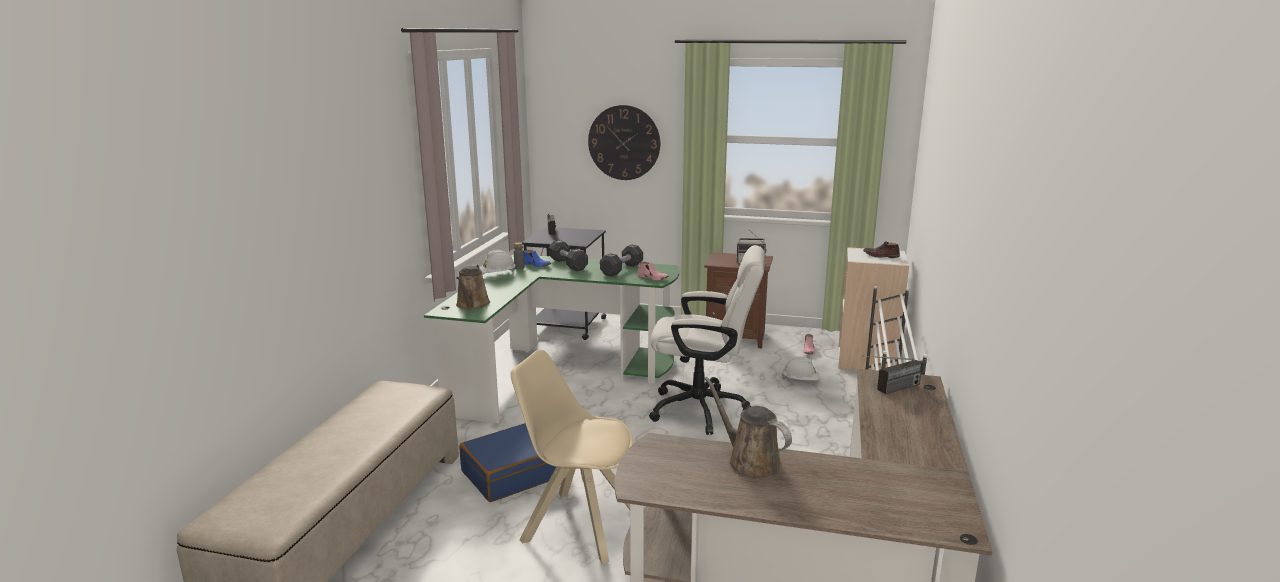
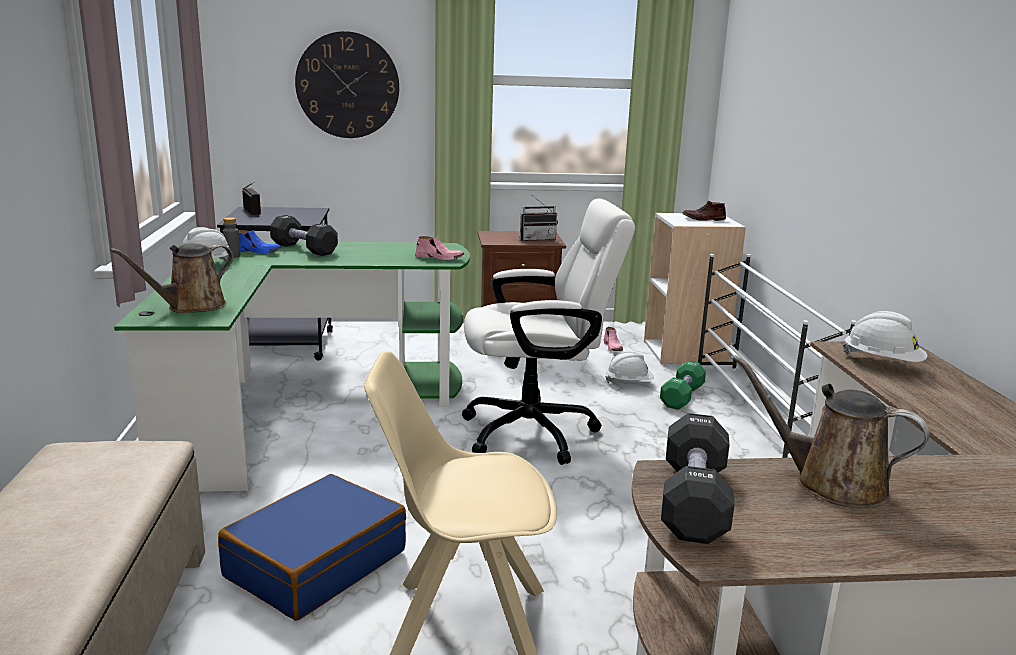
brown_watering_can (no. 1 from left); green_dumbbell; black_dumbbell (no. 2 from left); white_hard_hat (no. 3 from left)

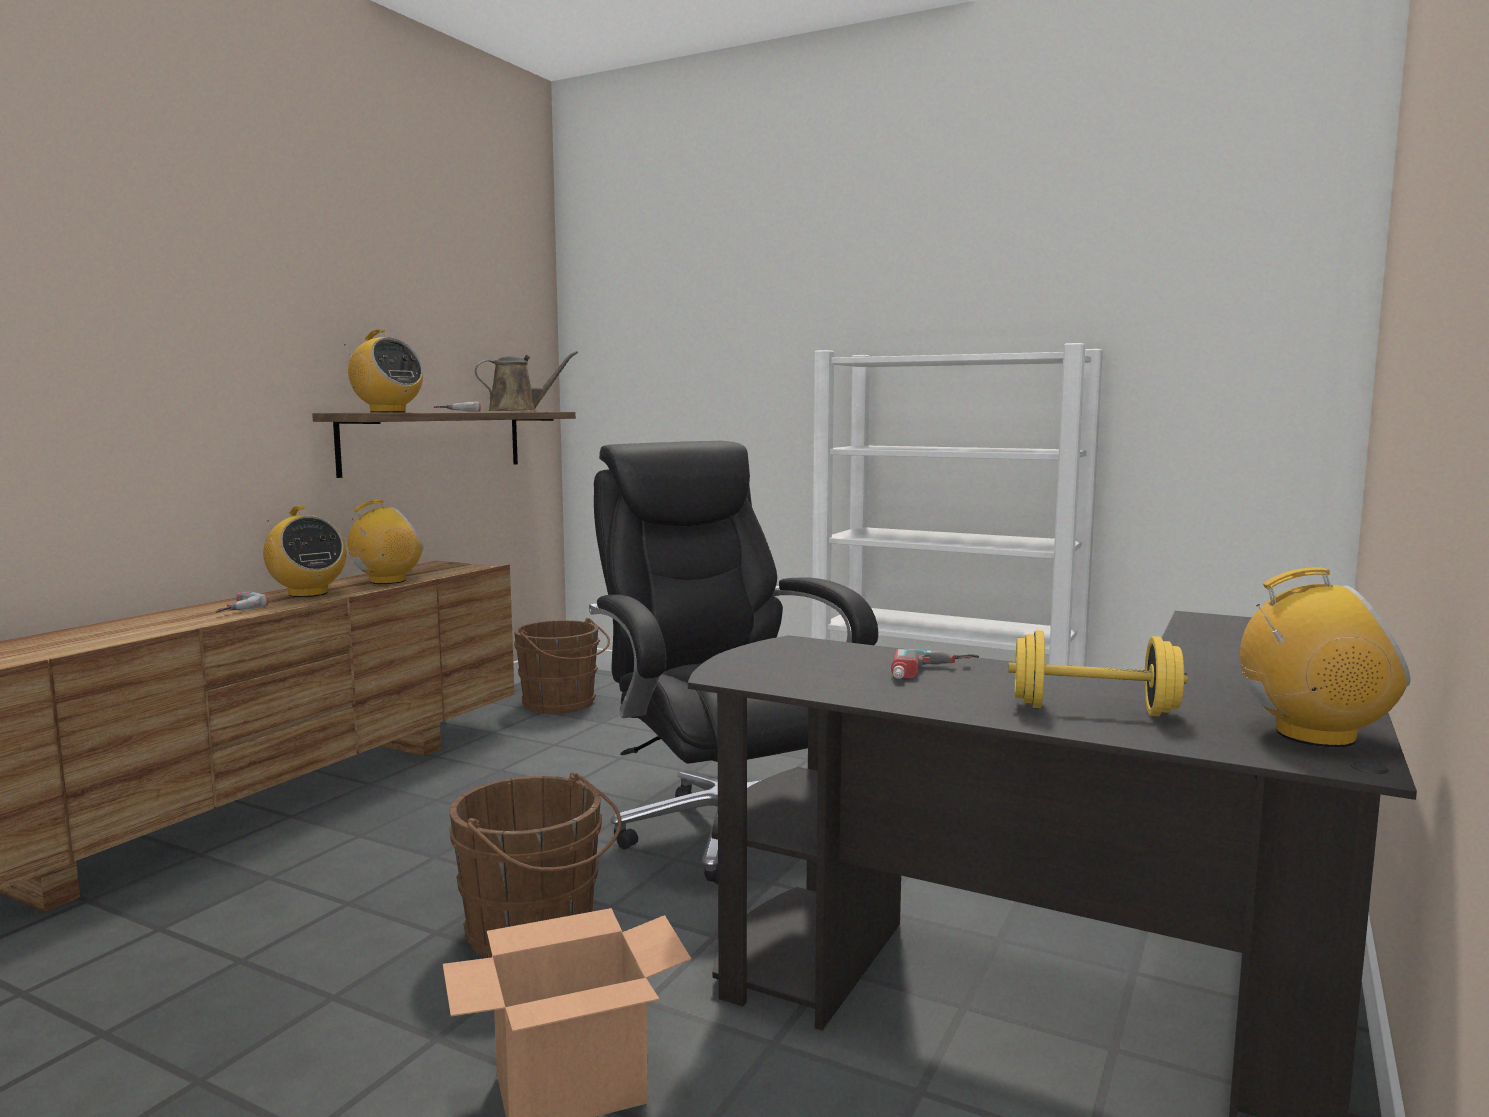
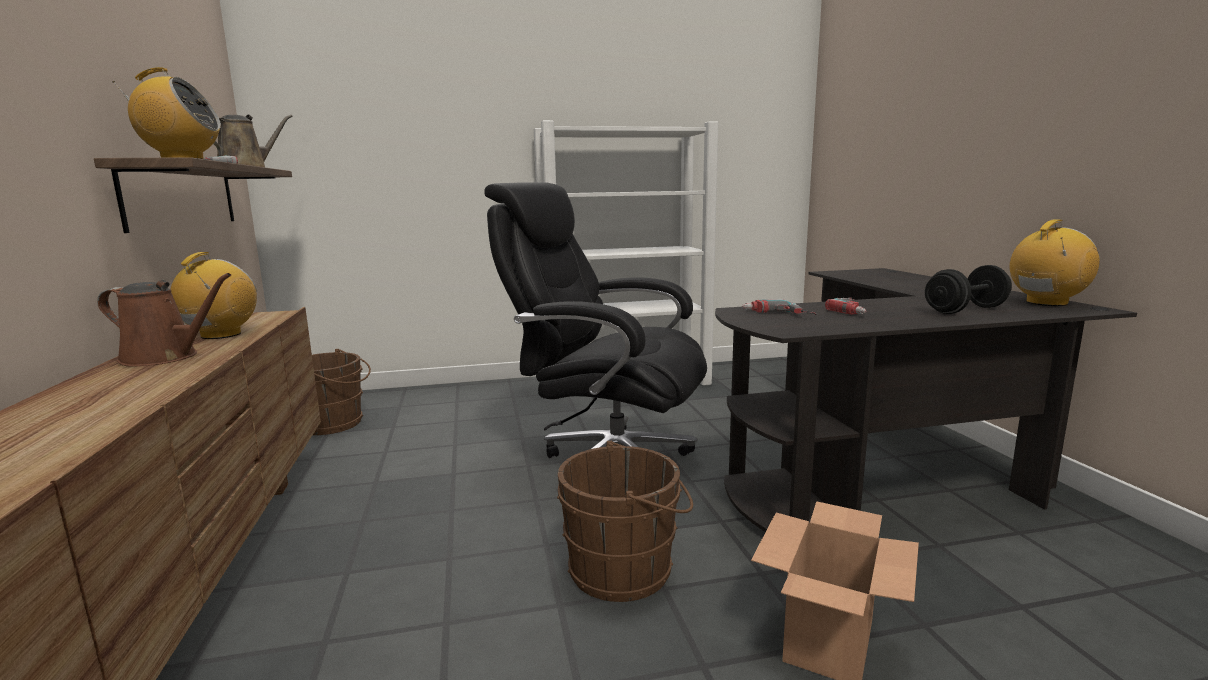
brown_watering_can (no. 1 from left); power_drill (no. 2 from left); black_dumbbell

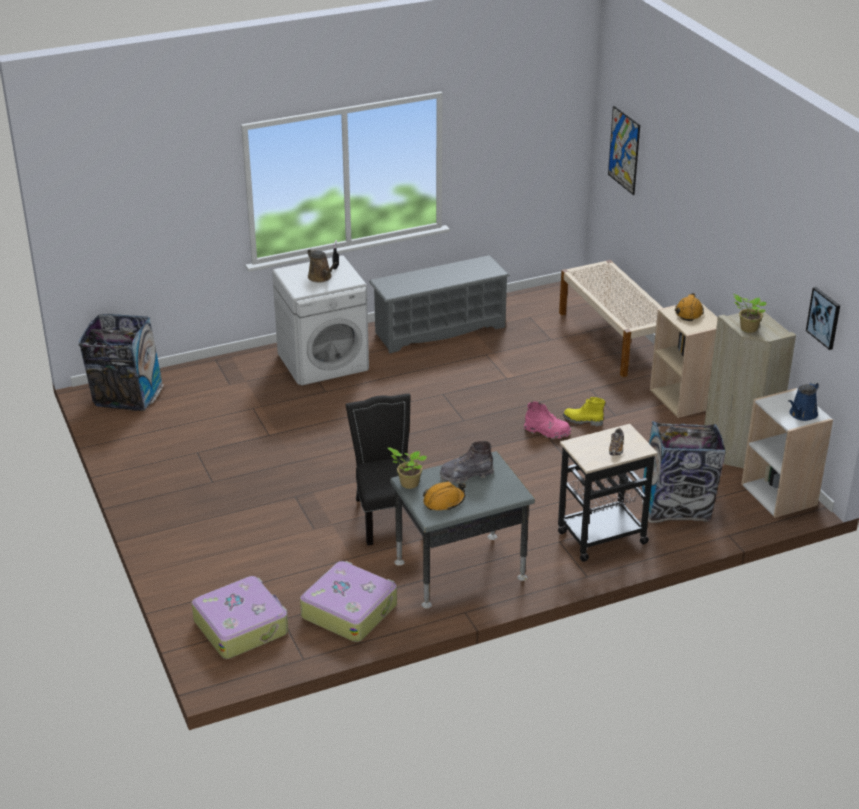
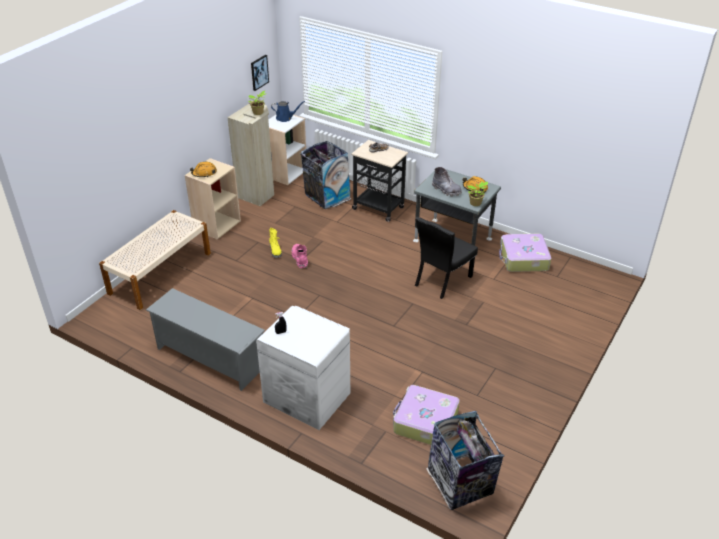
suitcase (no. 1 from left); brown_watering_can; picture (no. 1 from left in the first image)

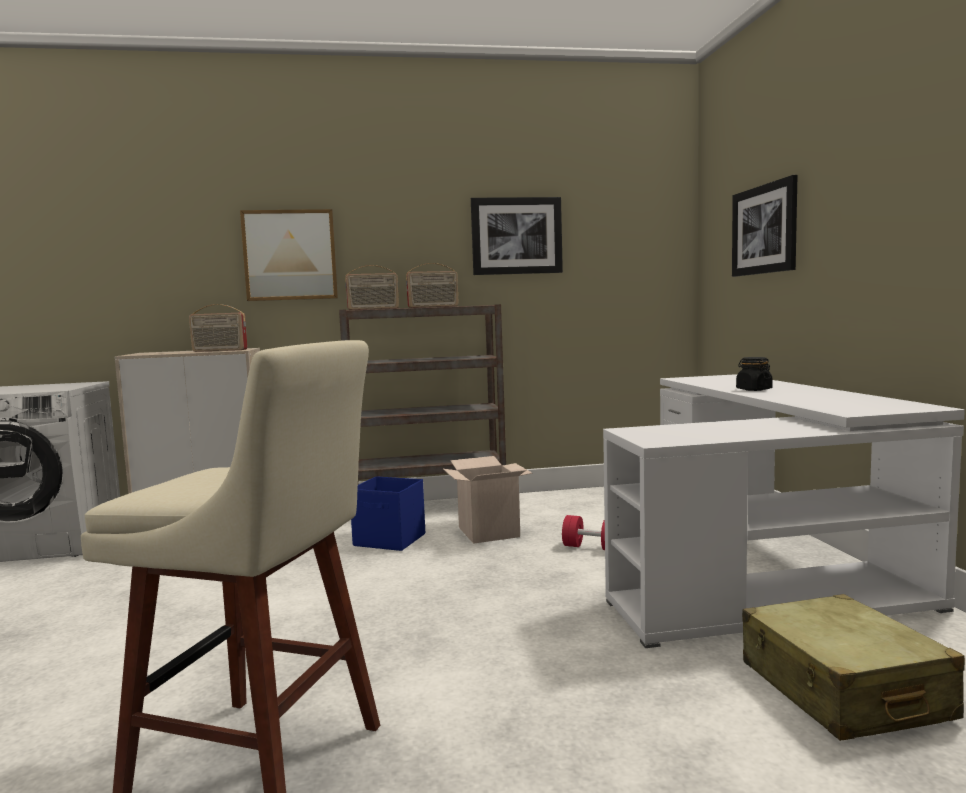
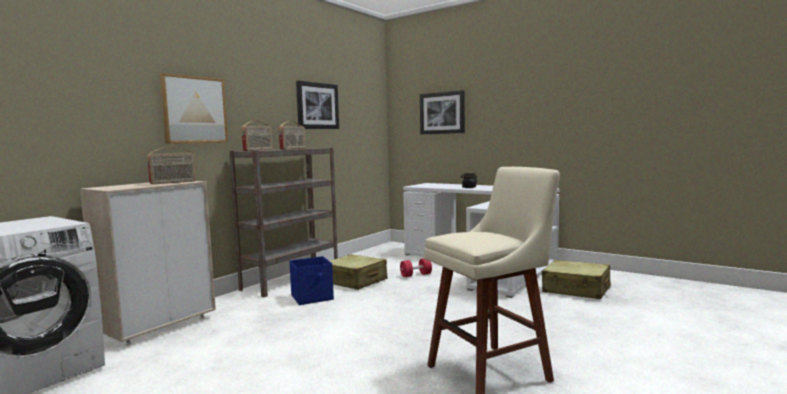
beige_suitcase (no. 1 from left)

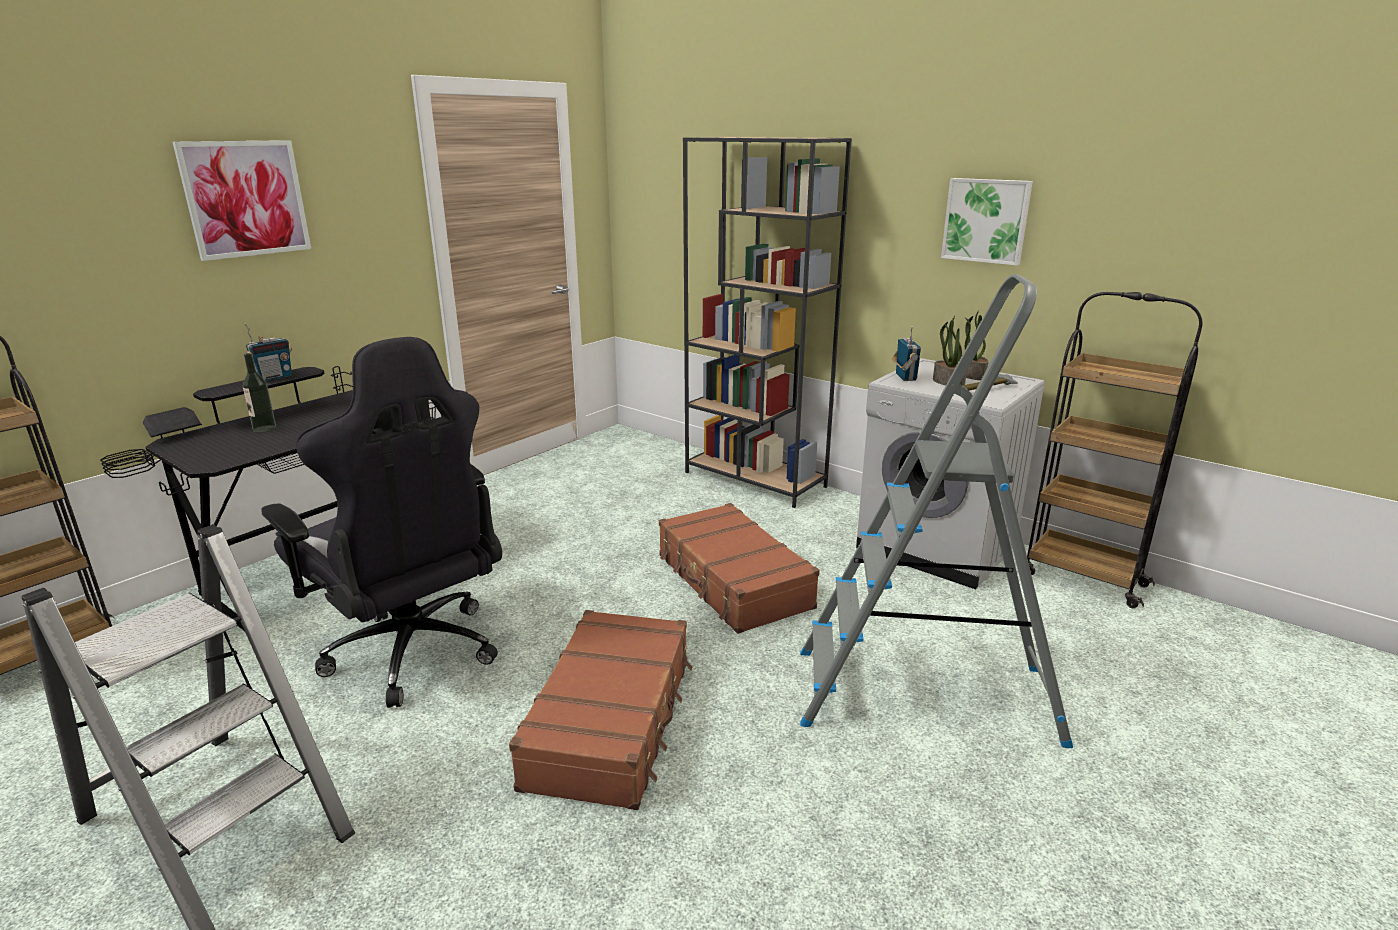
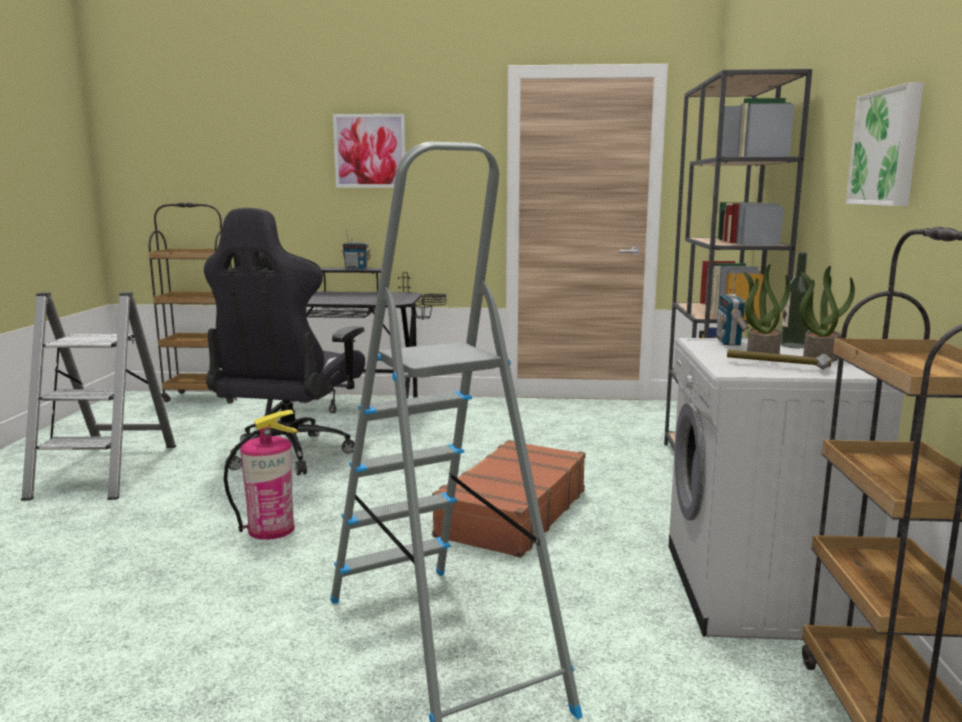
fire_extinguisher; radio (no. 2 from left); bottle

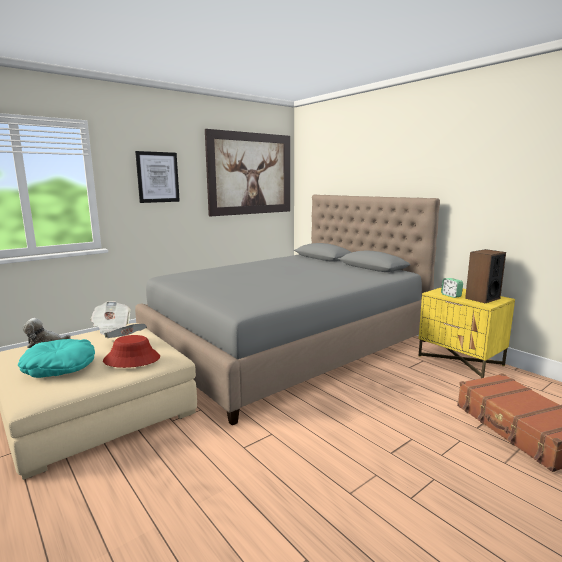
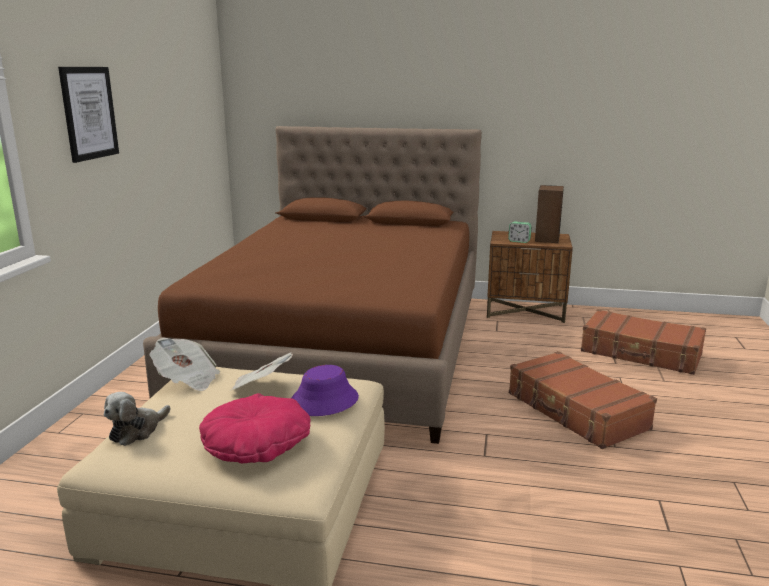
brown_bed; pink_pillow; purple_hat; brown_nightstand; brown_suitcase (no. 1 from left); picture (no. 2 from left in the first image)

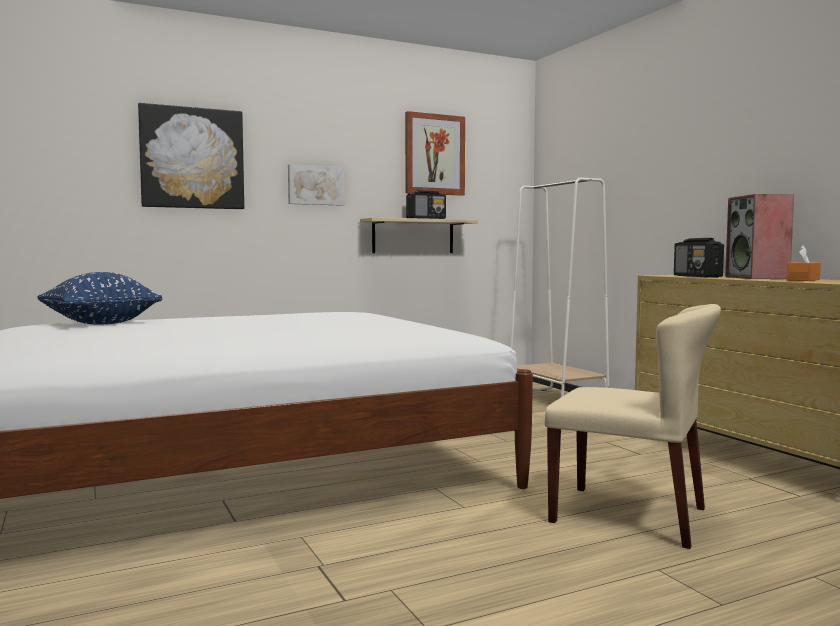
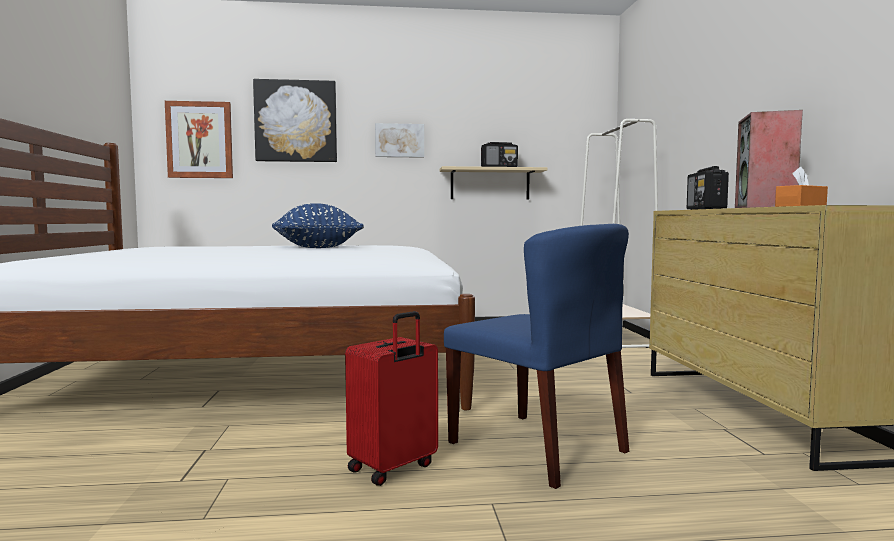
picture (no. 1 from left); blue_pillow; red_suitcase; blue_chair

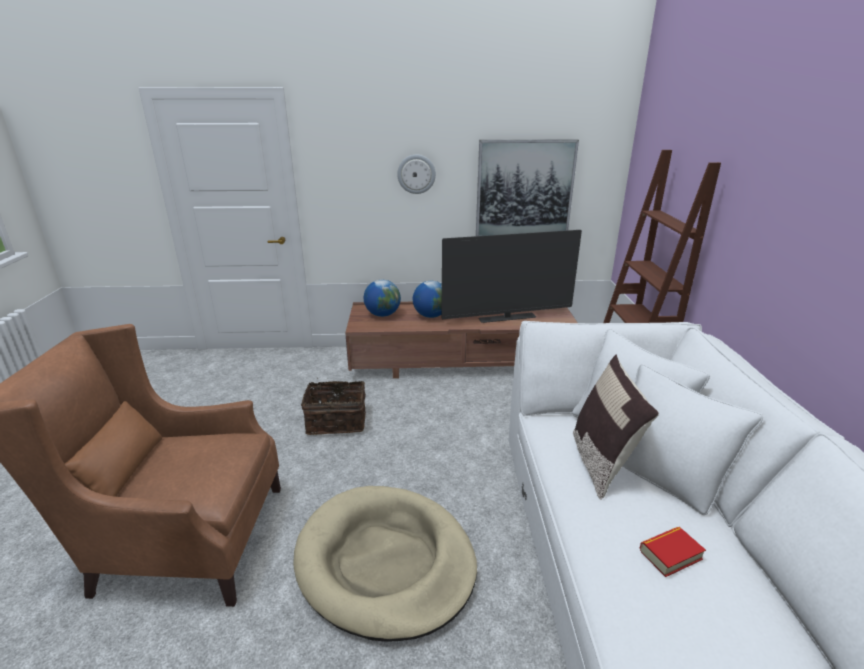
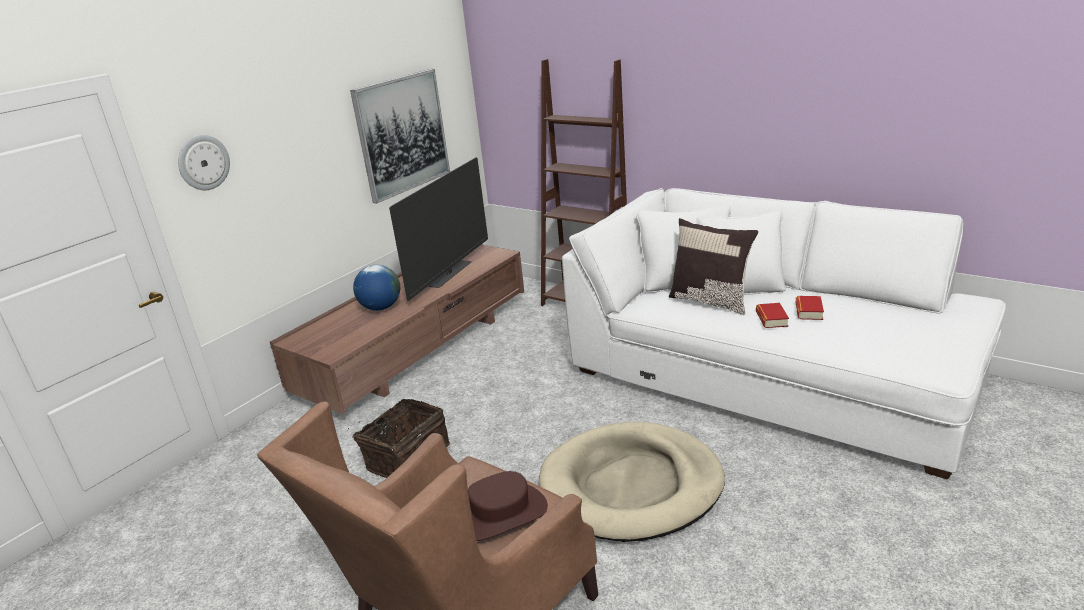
wall_clock; brown_hat; book (no. 1 from left); globe (no. 1 from left in the first image)

